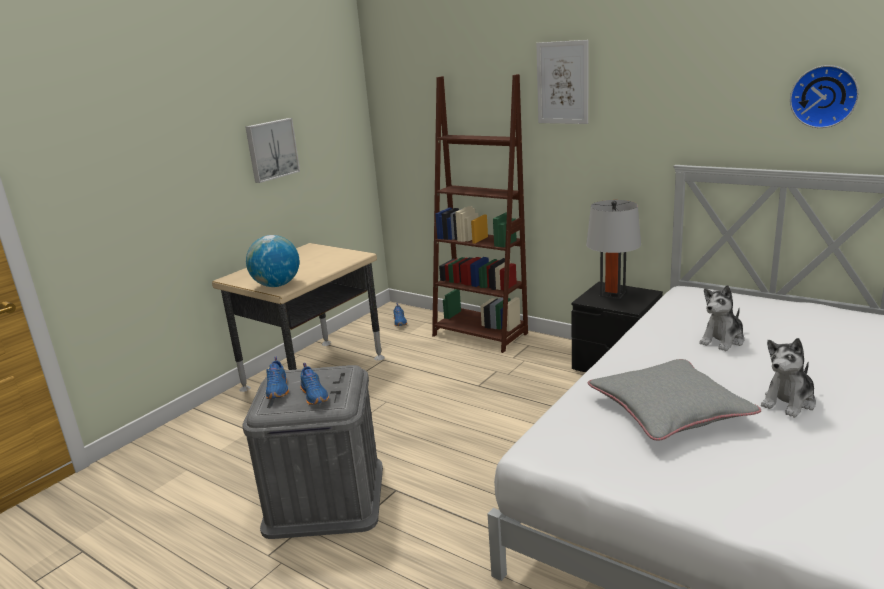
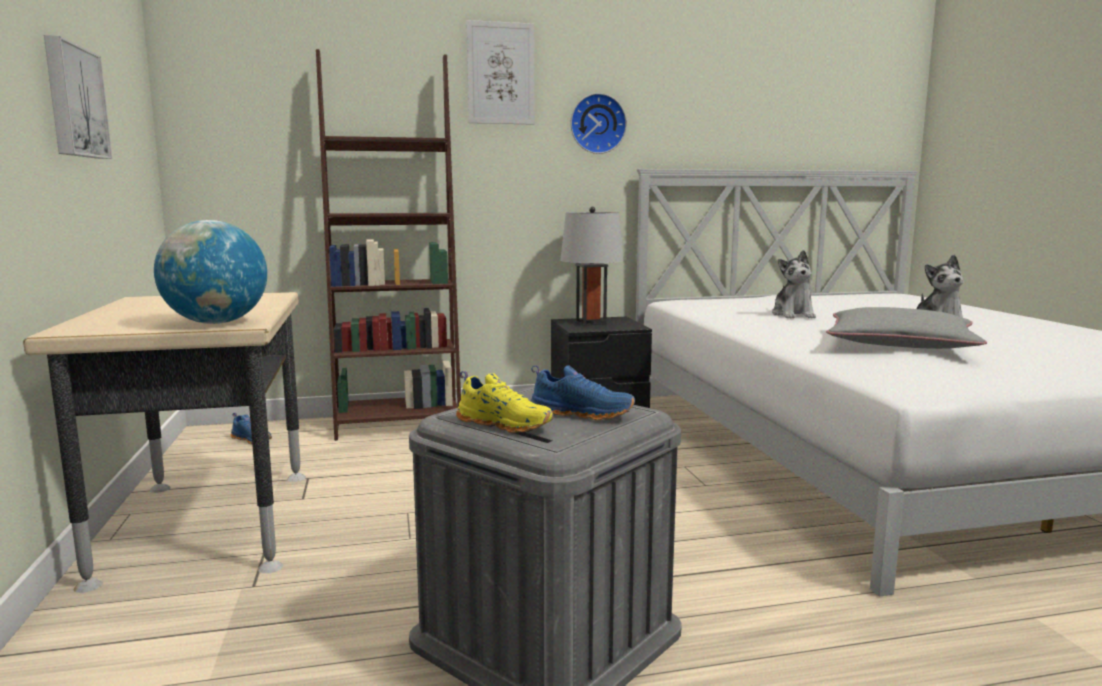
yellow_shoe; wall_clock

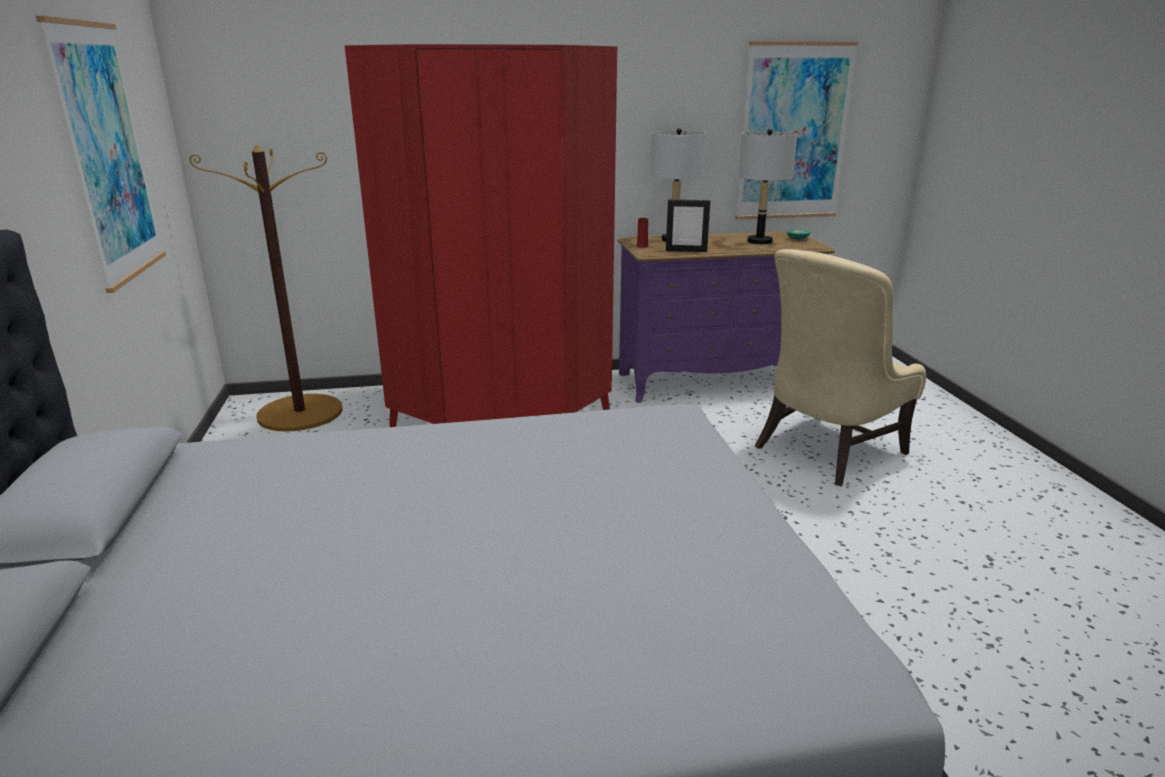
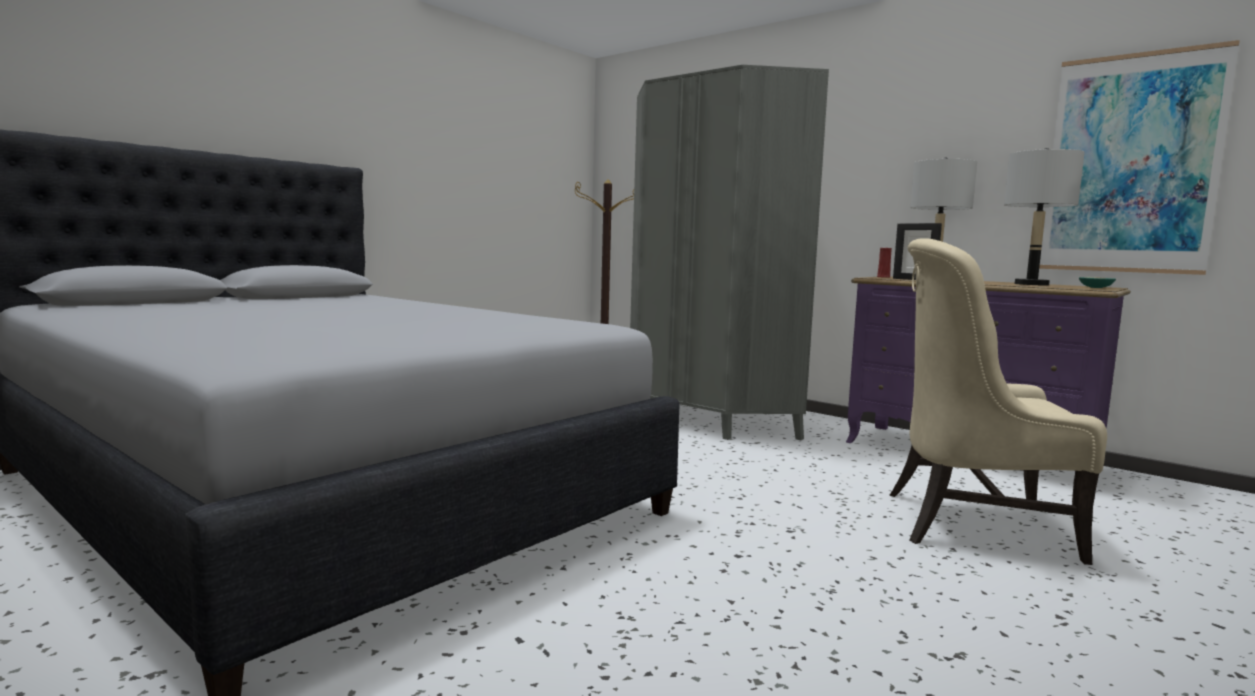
grey_wardrobe; picture (no. 1 from left in the first image)

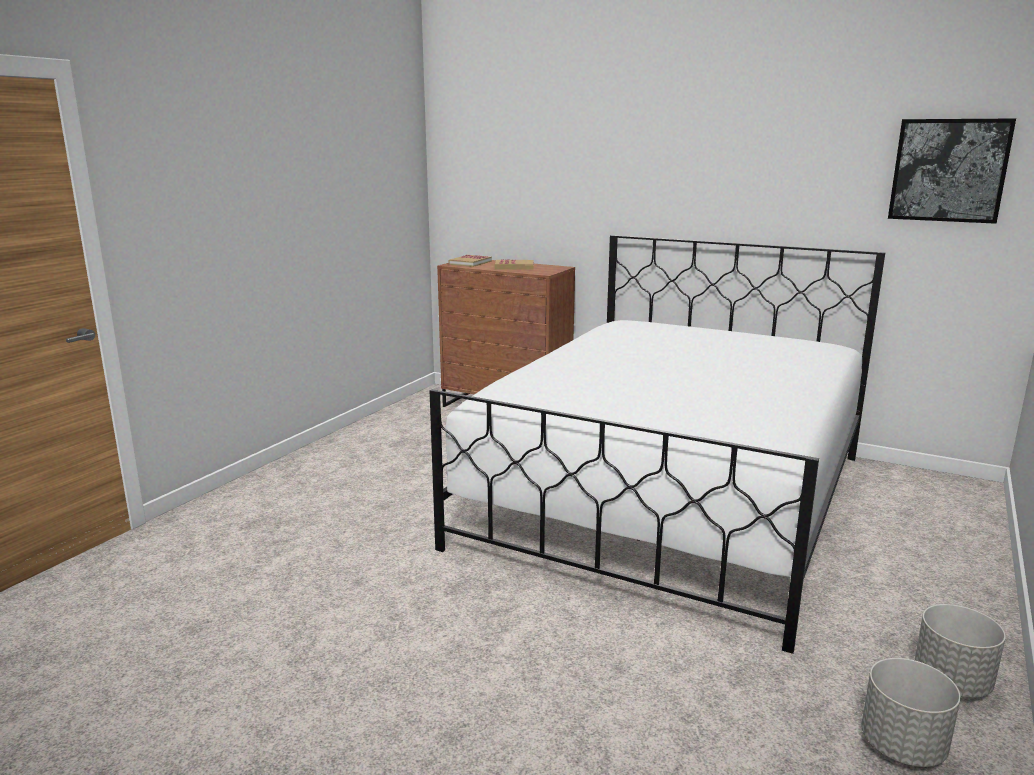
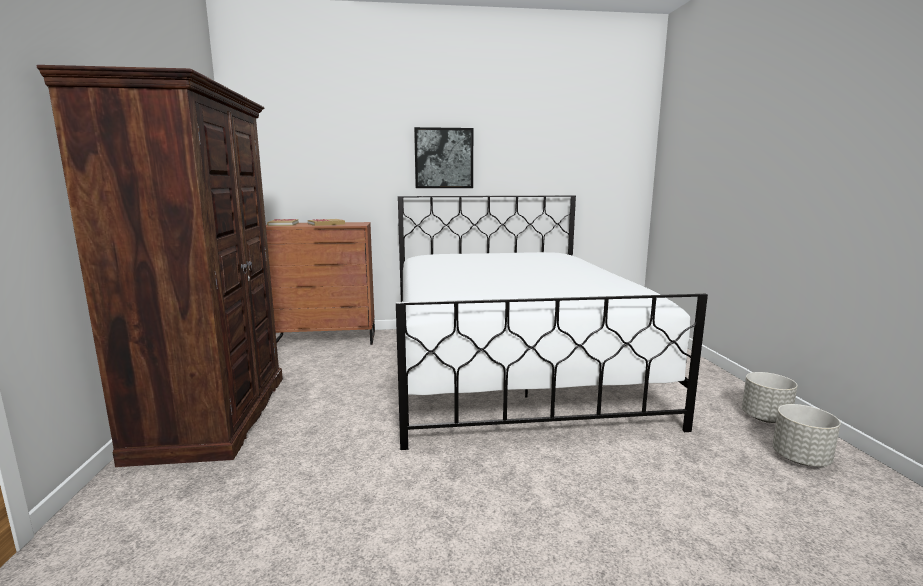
brown_wardrobe; picture

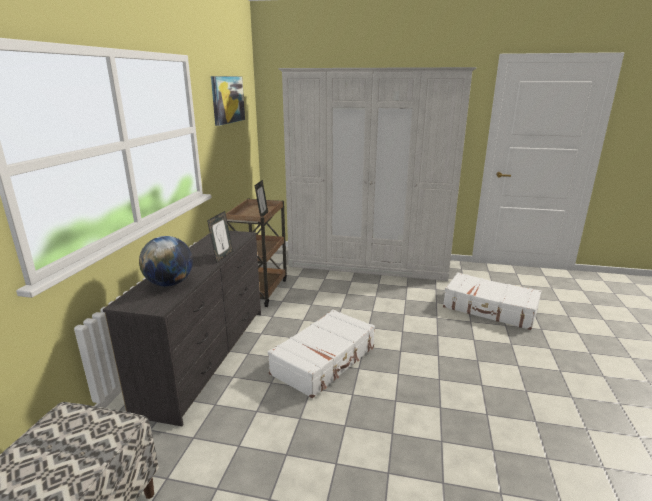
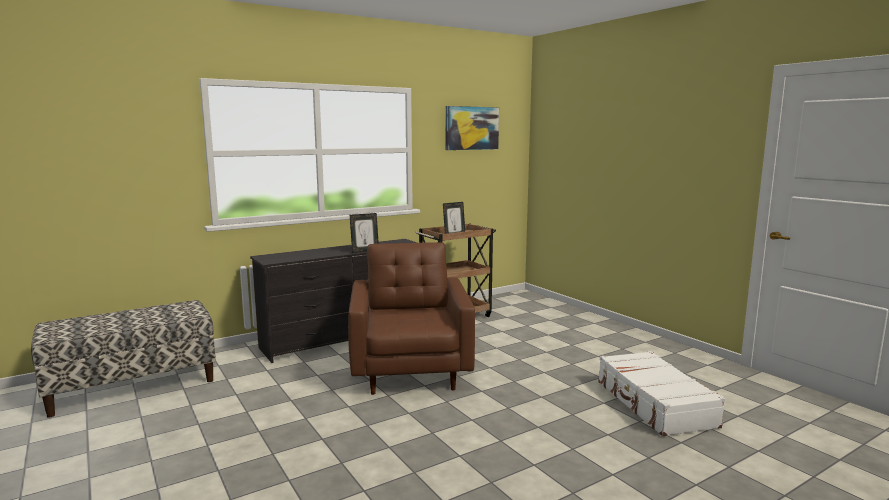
brown_armchair; globe; white_wardrobe

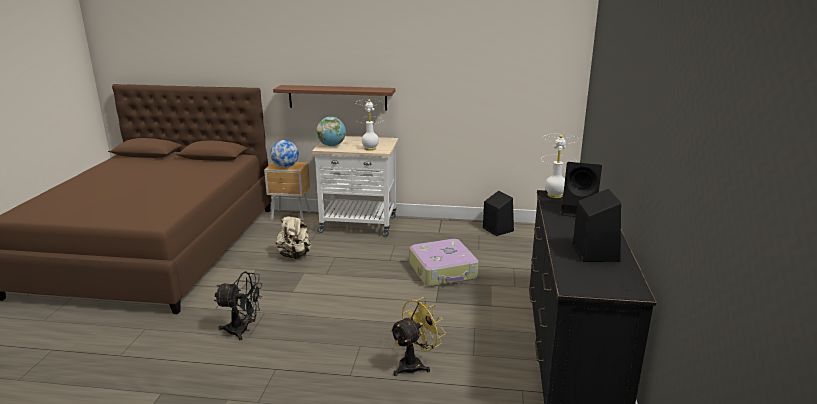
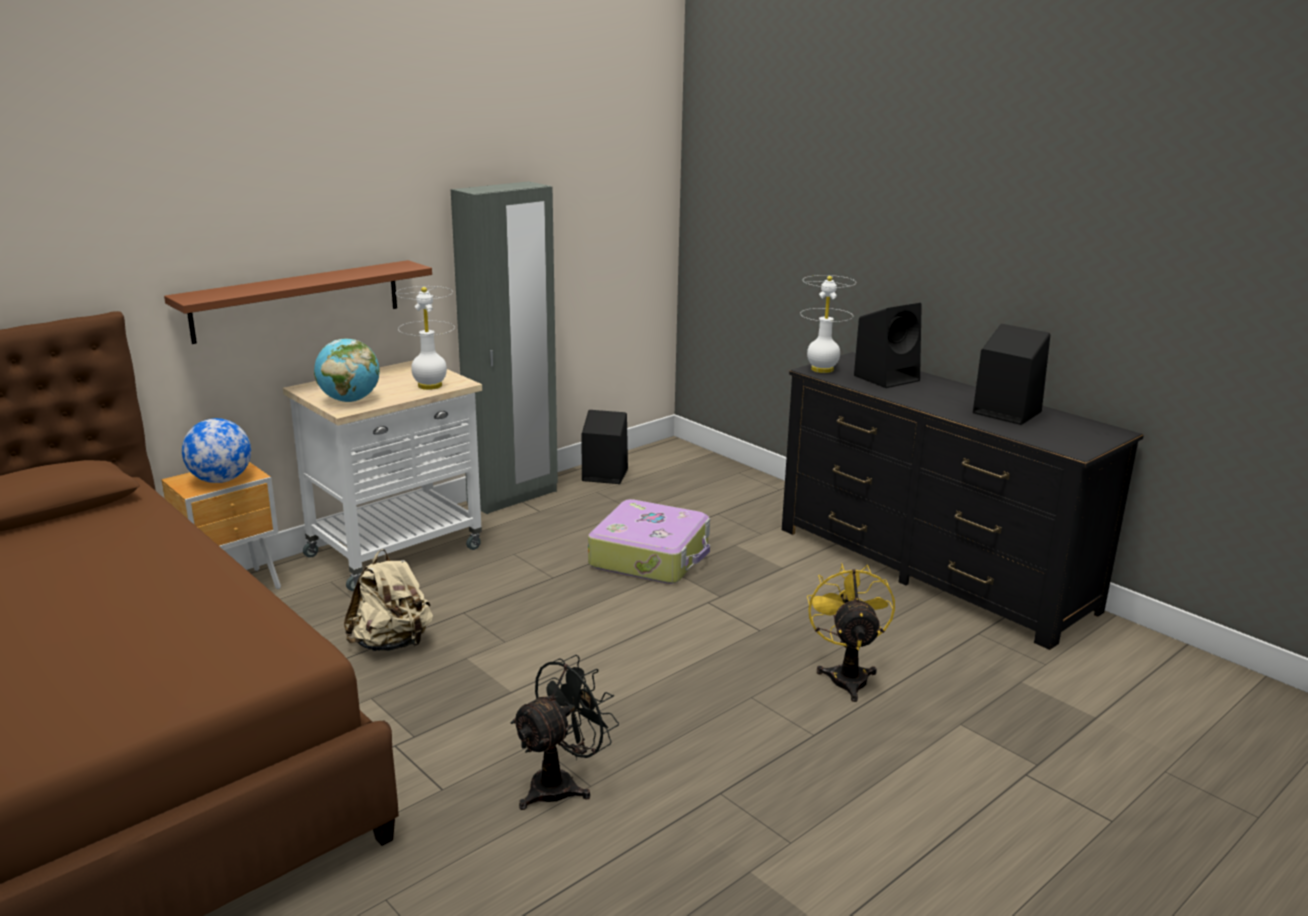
grey_wardrobe

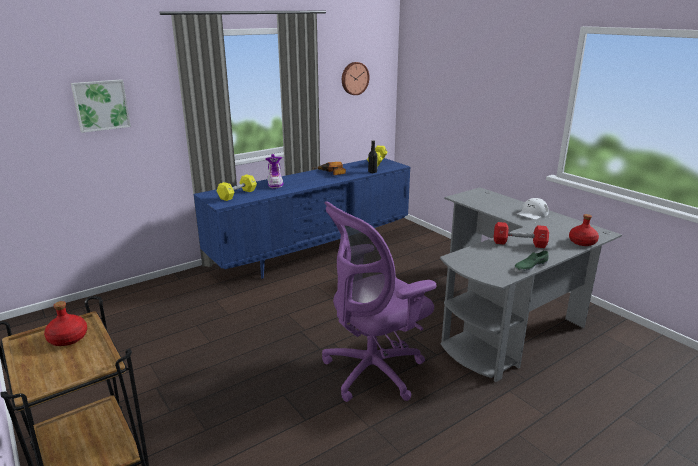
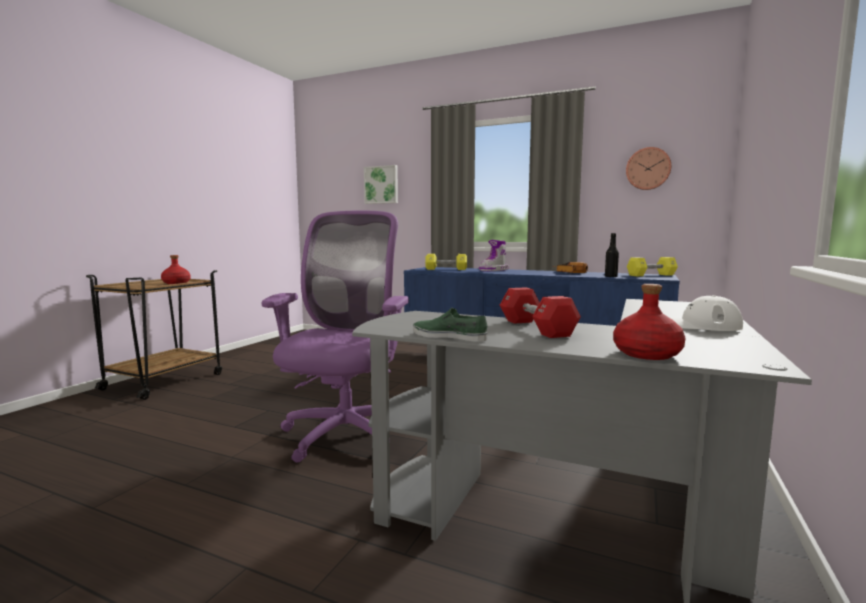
purple_office_chair

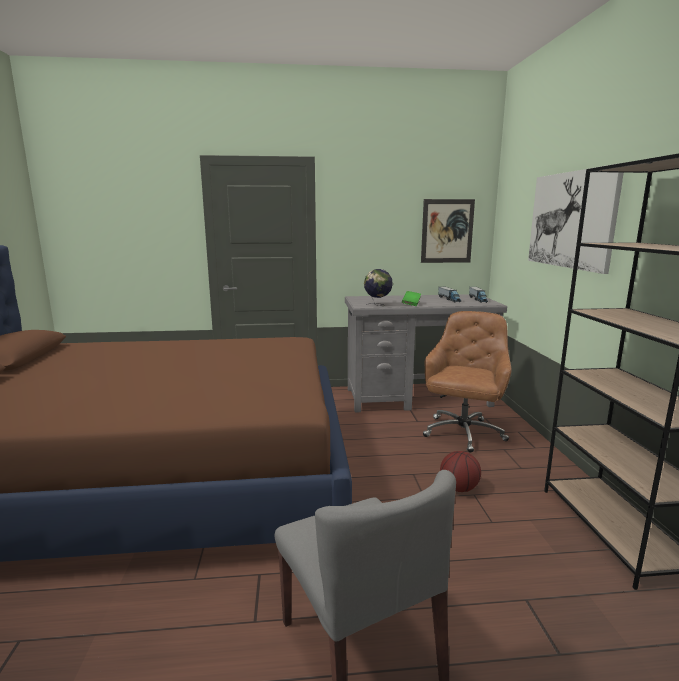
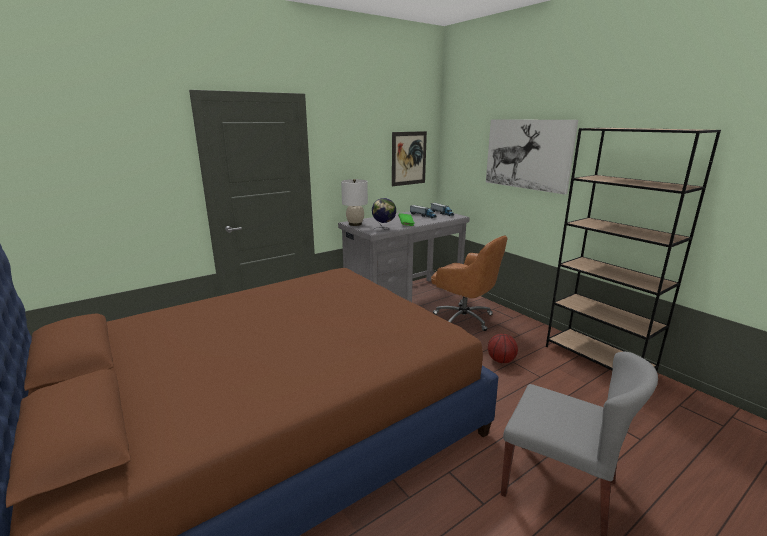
white_table_lamp; brown_office_chair

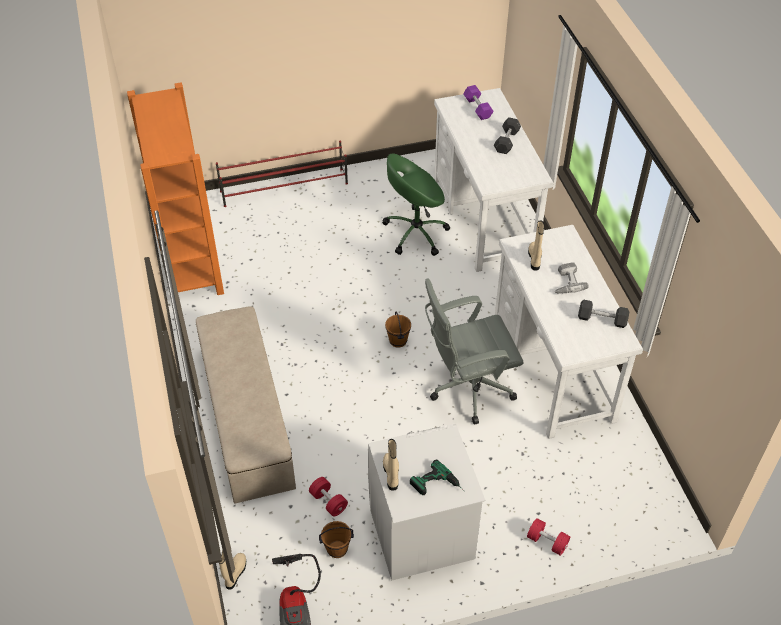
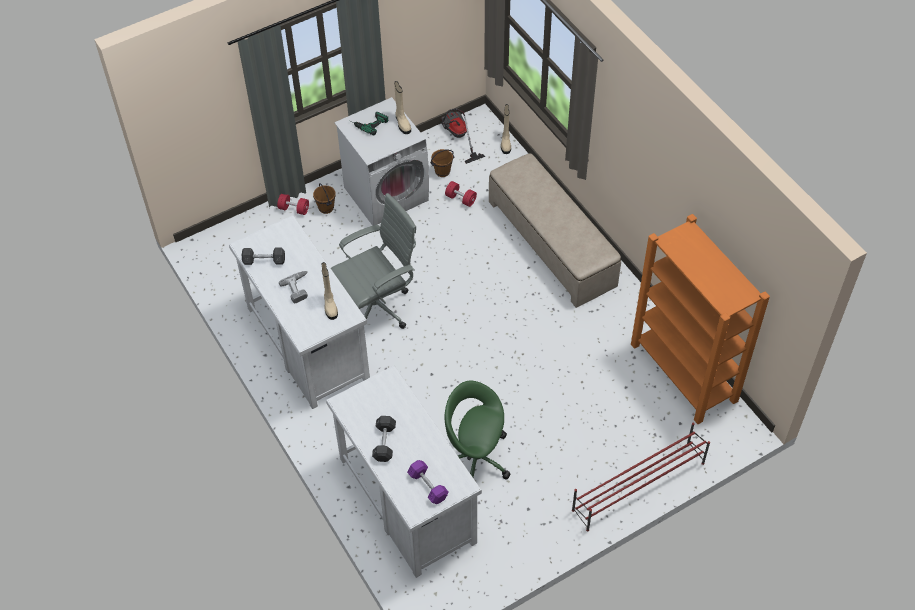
brown_bucket (no. 1 from left); green_office_chair

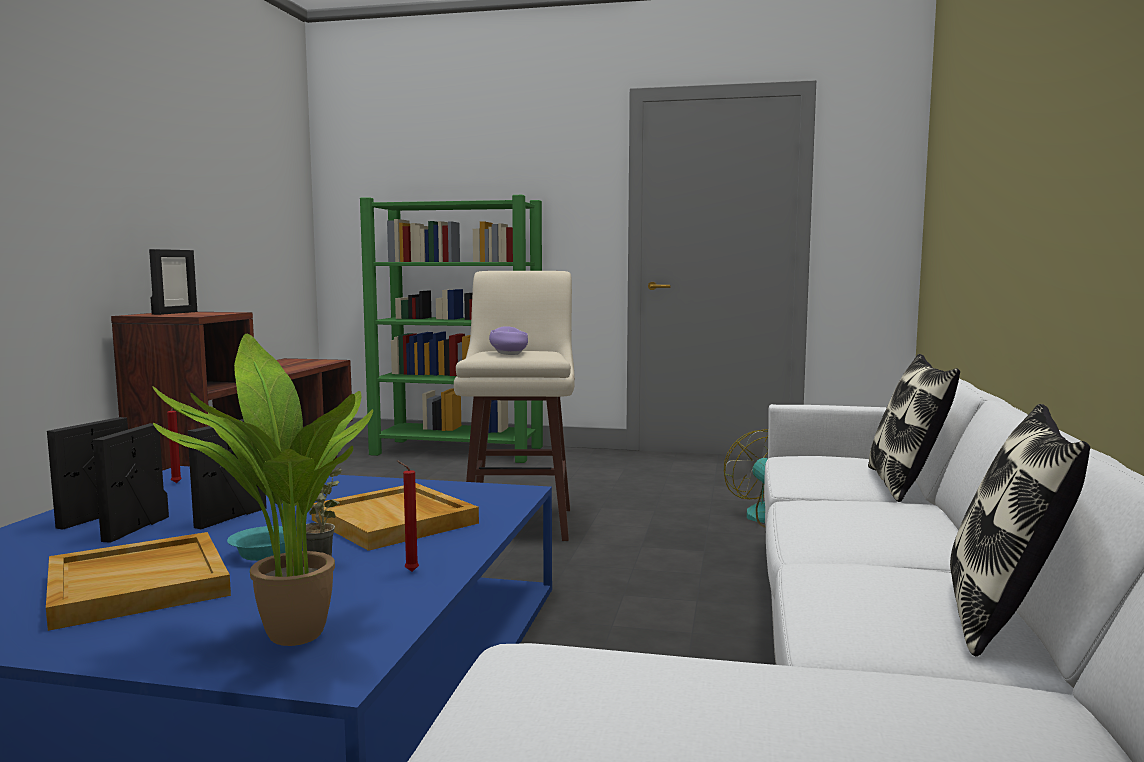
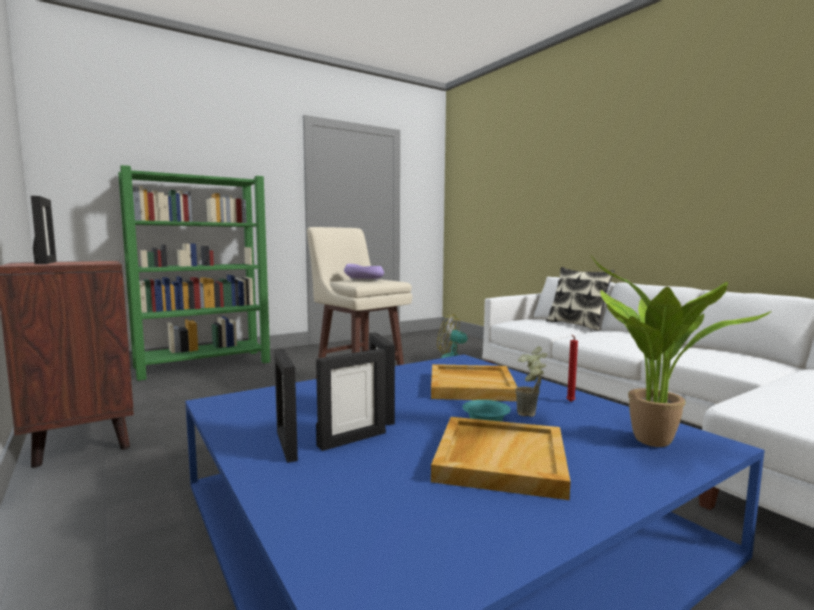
picture_frame (no. 3 from left); red_candle (no. 1 from left in the first image); pillow (no. 2 from left in the first image)

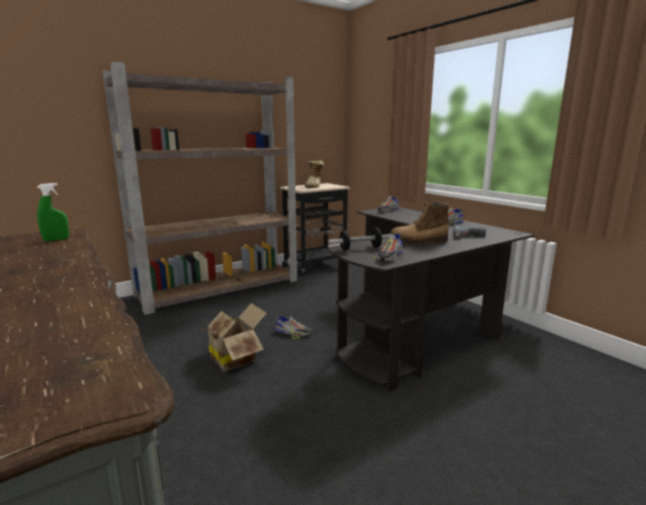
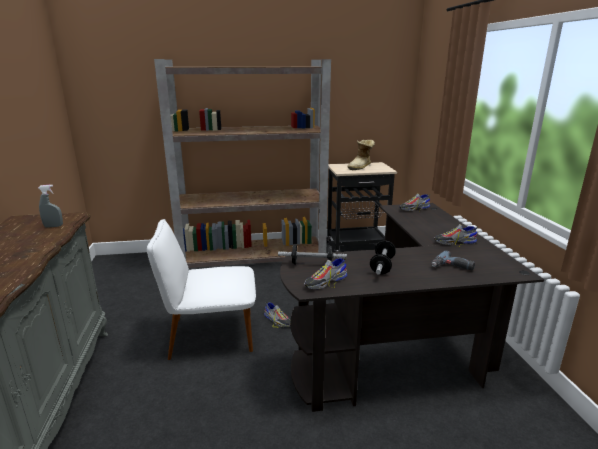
grey_spray_bottle; white_chair; dumbbell (no. 2 from left)

